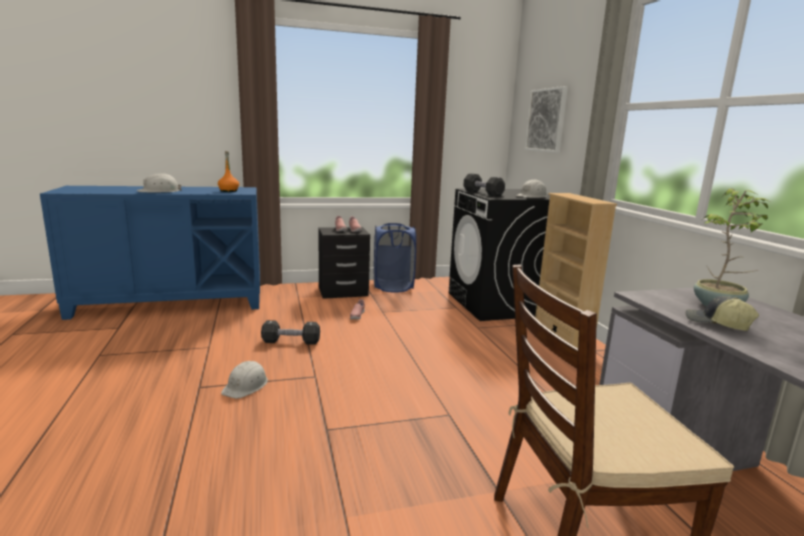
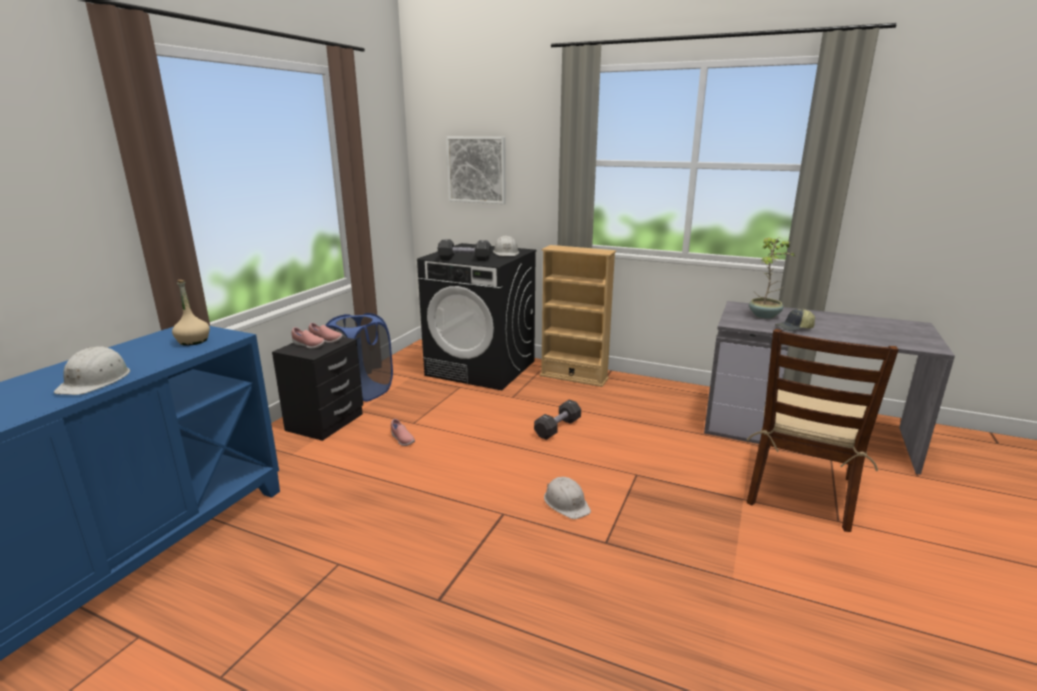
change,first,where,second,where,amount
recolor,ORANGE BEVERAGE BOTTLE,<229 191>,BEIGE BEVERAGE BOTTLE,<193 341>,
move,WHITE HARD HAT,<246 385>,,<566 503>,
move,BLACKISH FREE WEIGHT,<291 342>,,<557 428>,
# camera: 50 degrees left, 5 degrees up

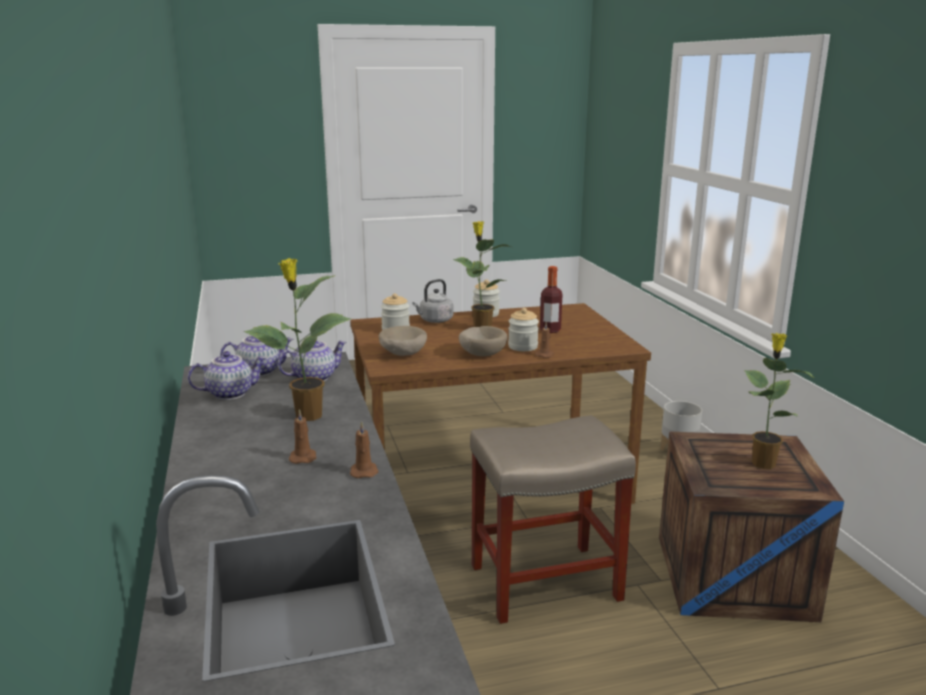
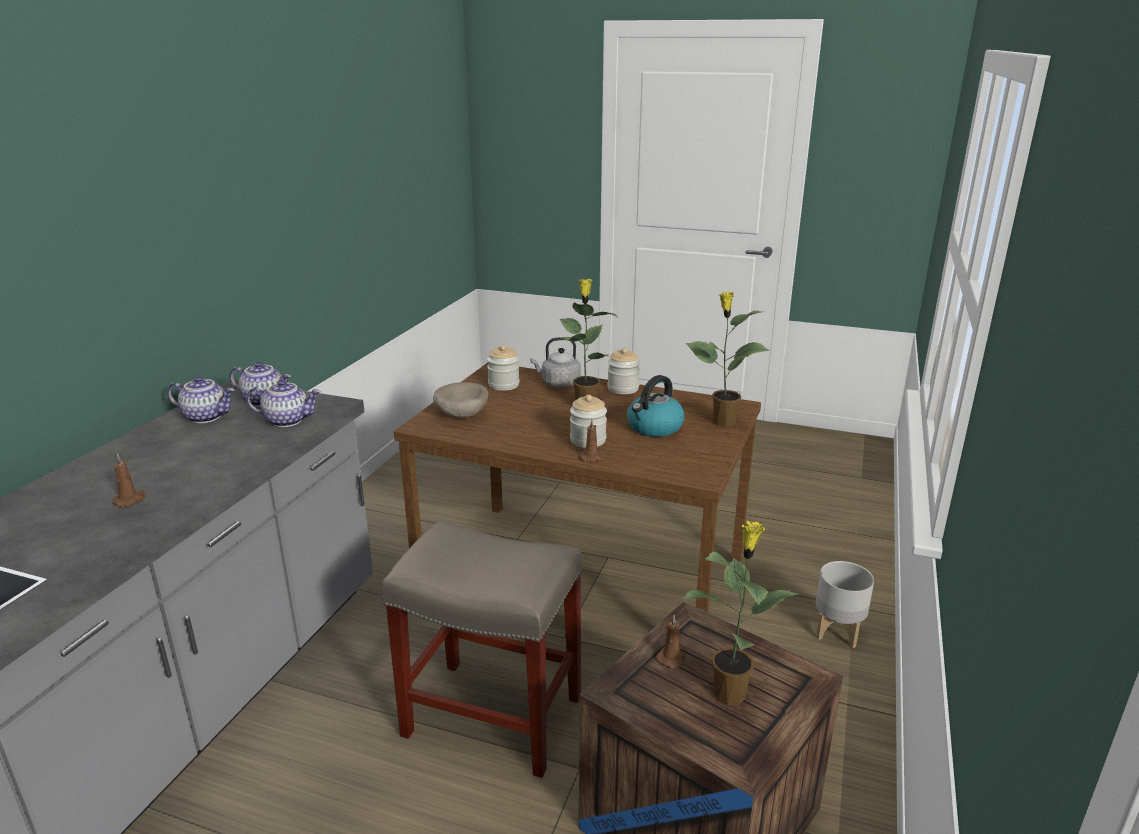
change,first,where,second,where,amount
move,PLANT IN A POT,<307 416>,,<722 422>,
move,BROWNISH CANDLE,<363 471>,,<671 657>,
delete,BEIGE DEEP DISH,<482 354>,,,
replace,BEVERAGE BOTTLE,<550 330>,TEA KETTLE,<654 427>,
# camera: 35 degrees right, 5 degrees up

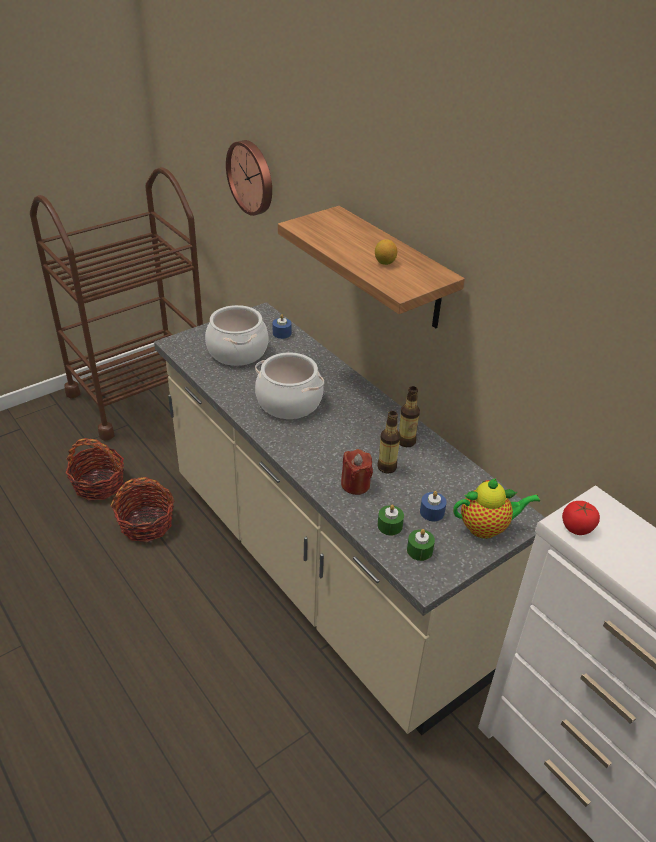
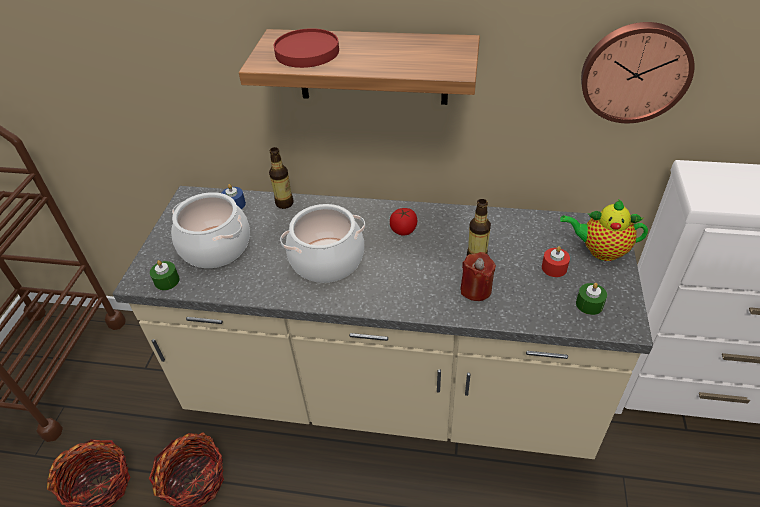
change,first,where,second,where,amount
move,CLOCK ON THE WALL,<252 177>,,<635 72>,
delete,LEMON,<384 262>,,,
move,GREEN CANDLE,<390 526>,,<167 281>,
move,BEVERAGE BOTTLE,<406 441>,,<284 203>,
recolor,BLUE CANDLE,<432 512>,REDDISH CANDLE,<554 268>,
rotate,TEAPOT,<487 527>,,<600 250>,120 degrees counterclockwise
move,TOMATO,<577 527>,,<403 230>,
insert,,,REDDISH FLAT DISH,<306 52>,
# camera: 40 degrees left, 5 degrees up

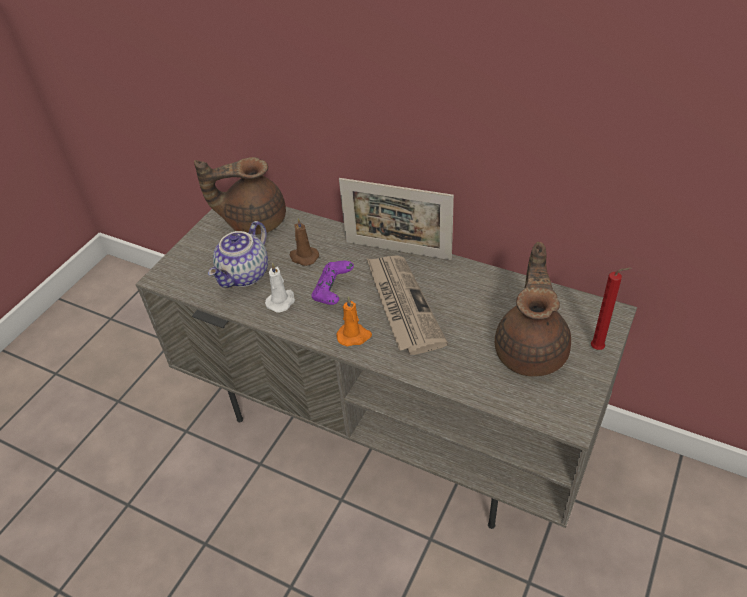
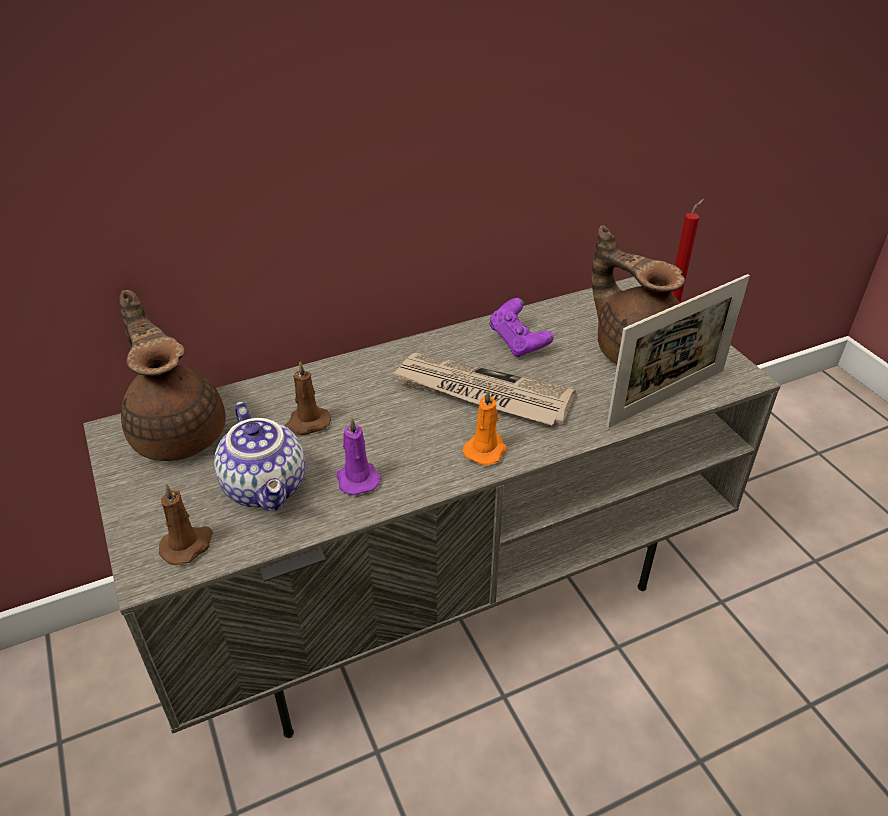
change,first,where,second,where,amount
rotate,BROWNISH TEAPOT,<253 221>,,<178 431>,120 degrees clockwise
recolor,WHITE CANDLE,<281 301>,PURPLE CANDLE,<357 478>,
move,PURPLE GAME CONTROLLER,<333 292>,,<518 343>,
move,PHOTO FRAME,<397 250>,,<666 397>,
insert,,,BROWNISH CANDLE,<188 545>,
# camera: 55 degrees left, 5 degrees down

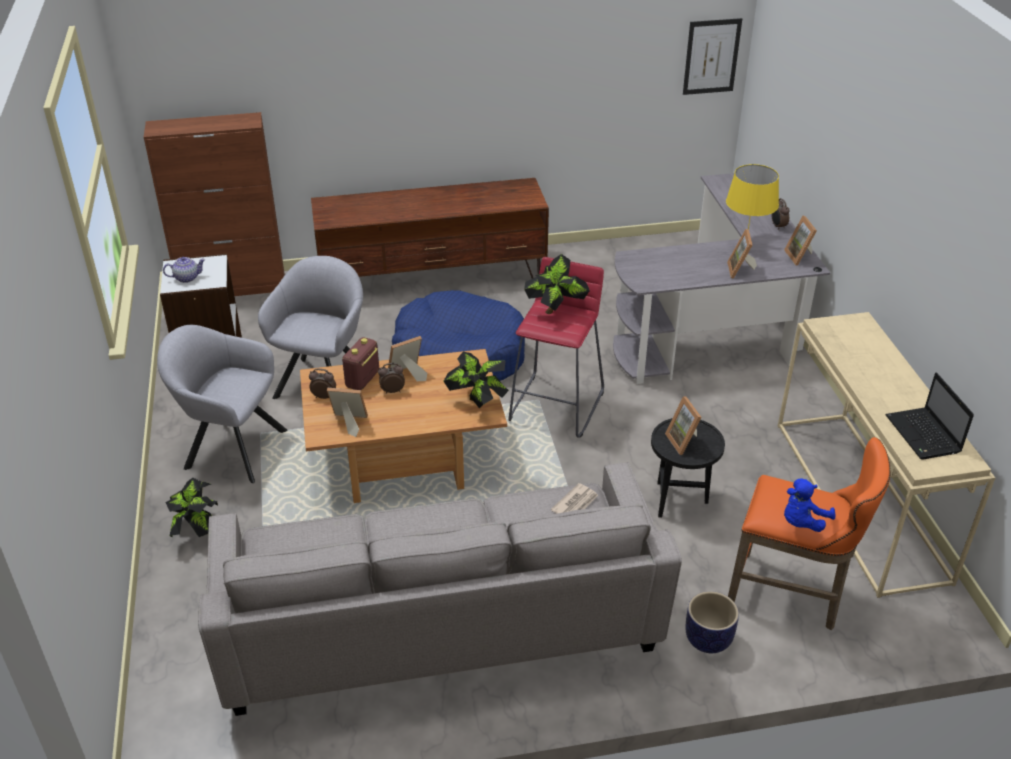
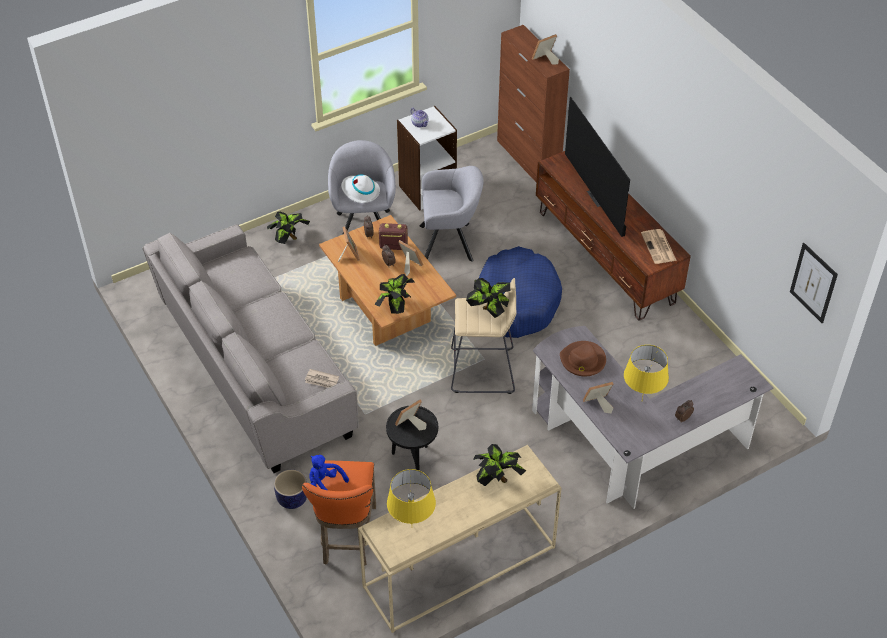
change,first,where,second,where,amount
recolor,REDDISH STOOL,<557 405>,BEIGE STOOL,<483 371>,
move,PHOTO FRAME,<800 257>,,<545 60>,
replace,LAPTOP,<924 435>,YELLOW-COLOURED LAMP FOR A TABLE,<412 528>,
insert,,,WHITE HAT,<360 191>,
insert,,,PLANT IN A POT,<497 479>,
insert,,,BROWNISH HAT,<583 361>,
insert,,,TV,<599 197>,
insert,,,PRINTED PAPER,<659 247>,
# camera: 70 degrees right, 10 degrees up

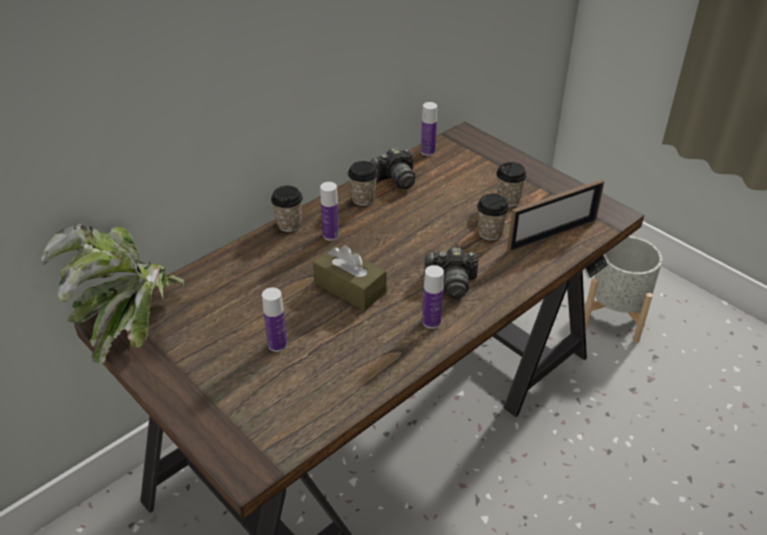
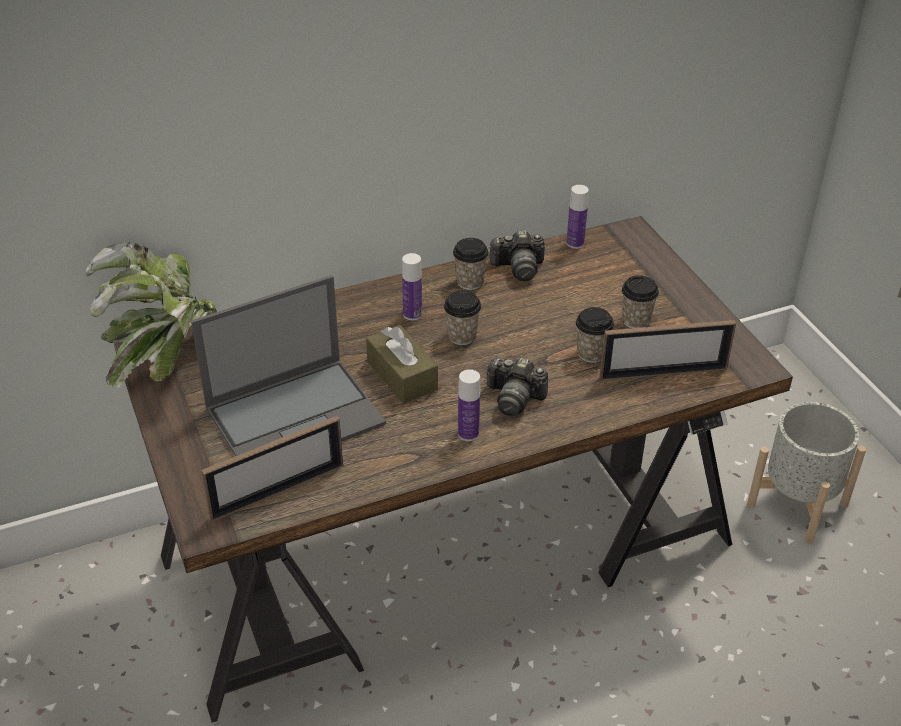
change,first,where,second,where,amount
replace,BEVERAGE BOTTLE,<277 345>,LAPTOP,<296 415>,
move,CUP,<289 225>,,<462 336>,
insert,,,PHOTO FRAME,<277 491>,
# camera: 20 degrees right, 0 degrees up

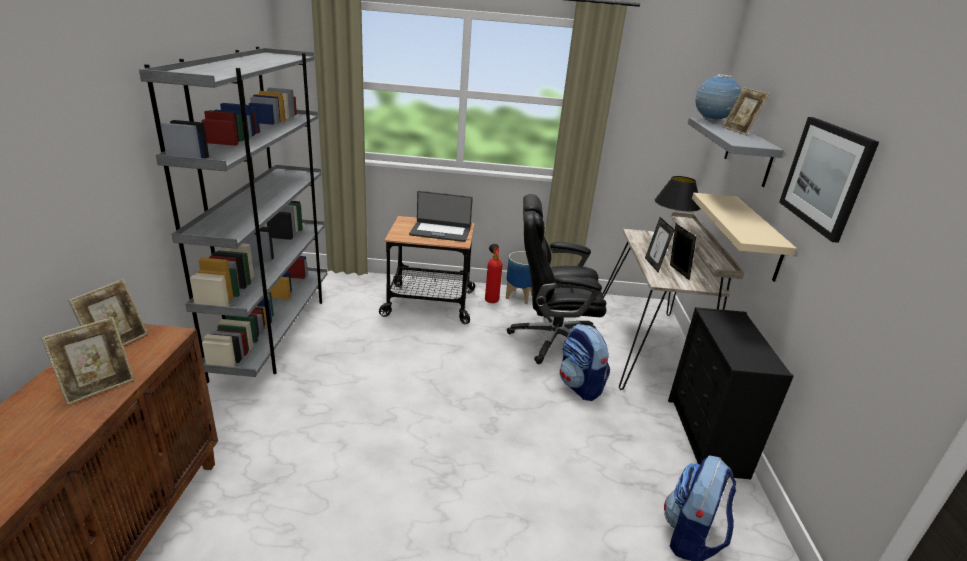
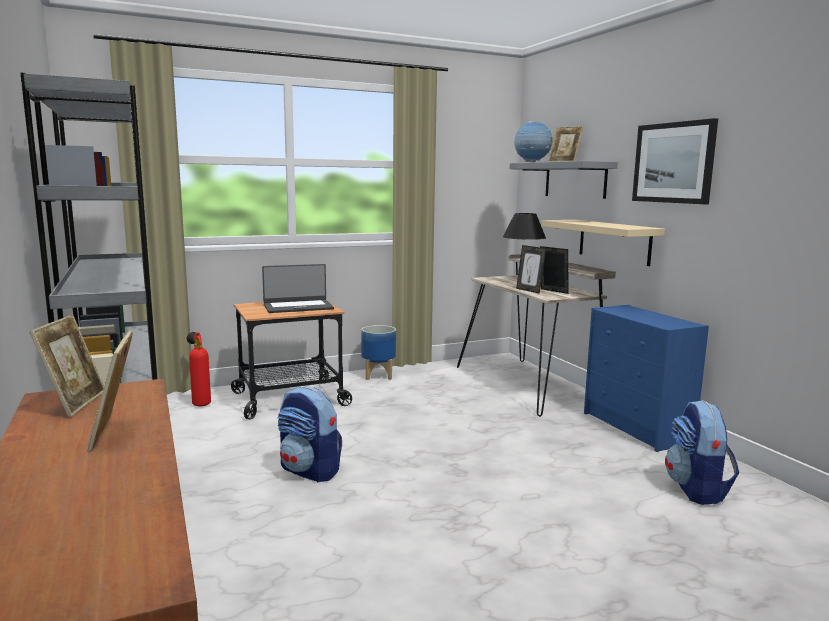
change,first,where,second,where,amount
rotate,PHOTO FRAME,<98 387>,,<115 433>,150 degrees clockwise
move,FIRE-FIGHTING CYLINDER,<491 299>,,<200 403>,
delete,BLACKISH DESK CHAIR,<551 339>,,,
move,BACKPACK,<580 386>,,<310 471>,
recolor,BLACKISH DRESSER,<706 438>,BLUE DRESSER,<637 428>,
# camera: 25 degrees left, 15 degrees down

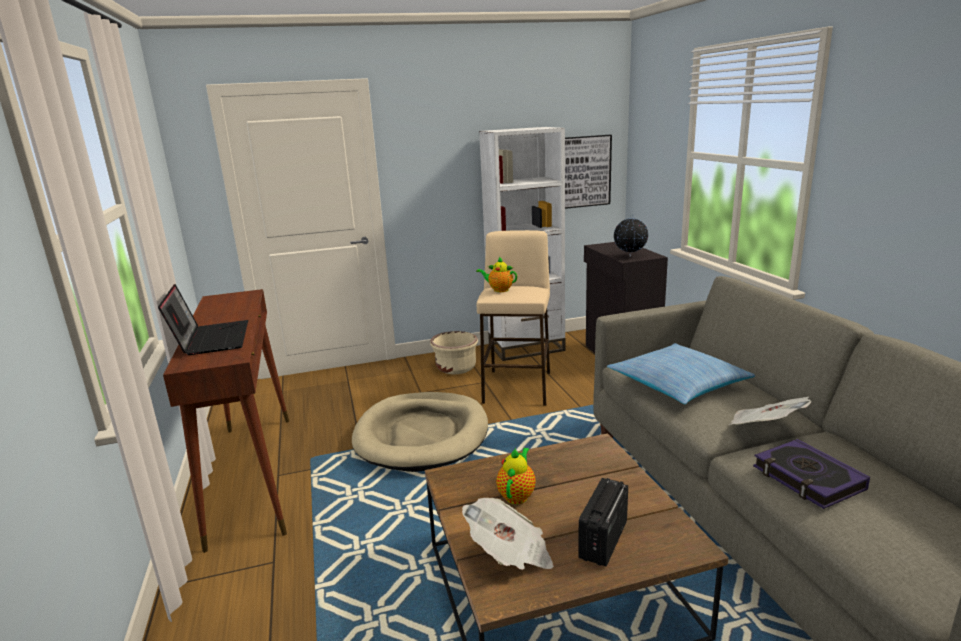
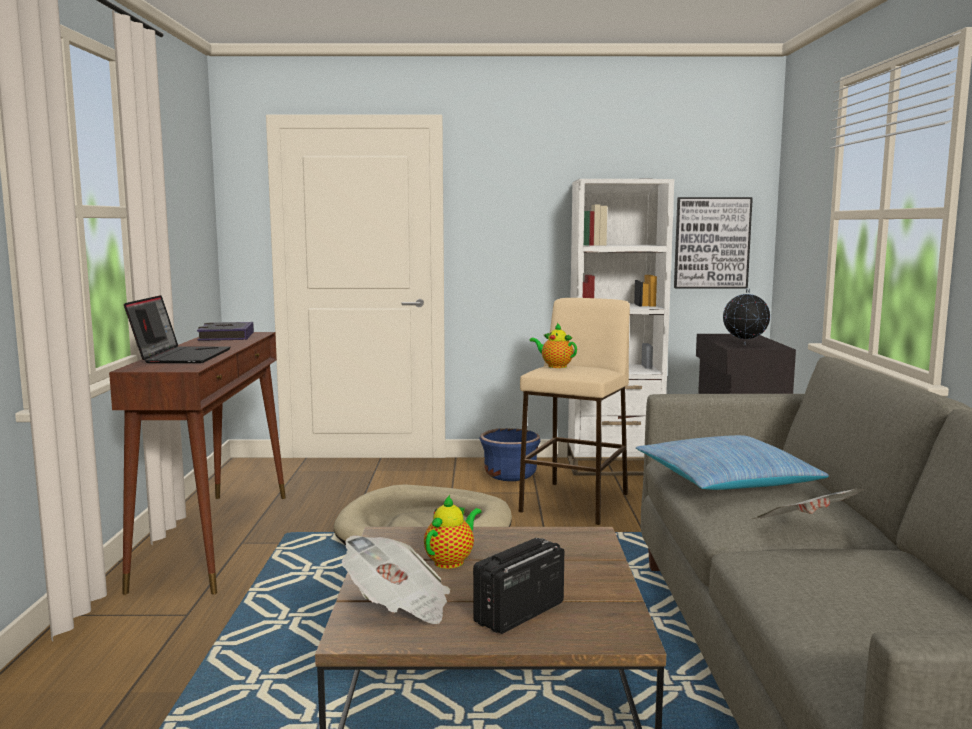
change,first,where,second,where,amount
recolor,BEIGE FLOWER POT,<456 368>,BLUE FLOWER POT,<510 475>,
move,BOOK,<807 478>,,<226 337>,
# camera: 15 degrees right, 10 degrees down

